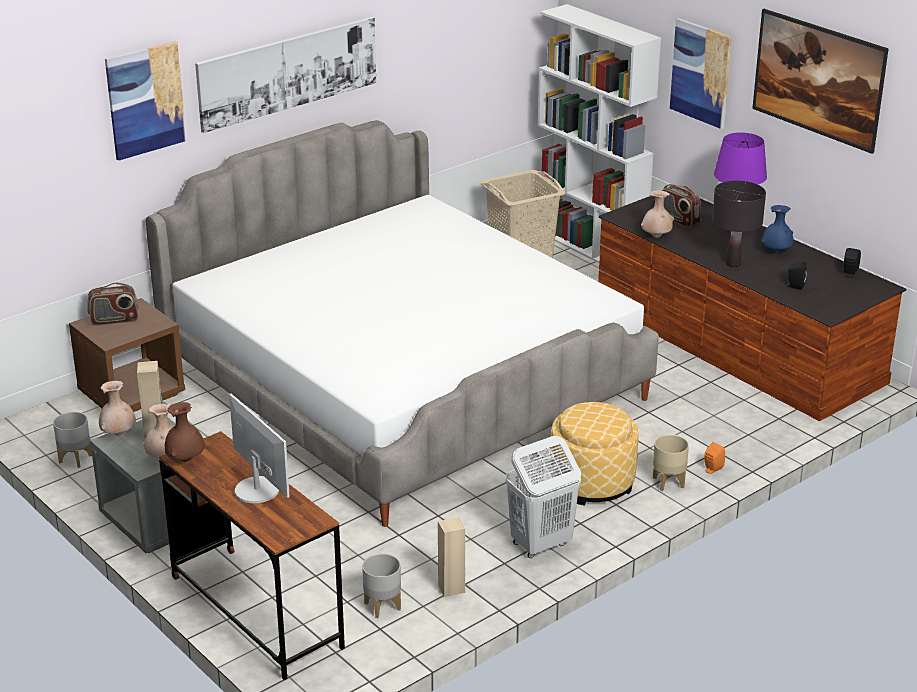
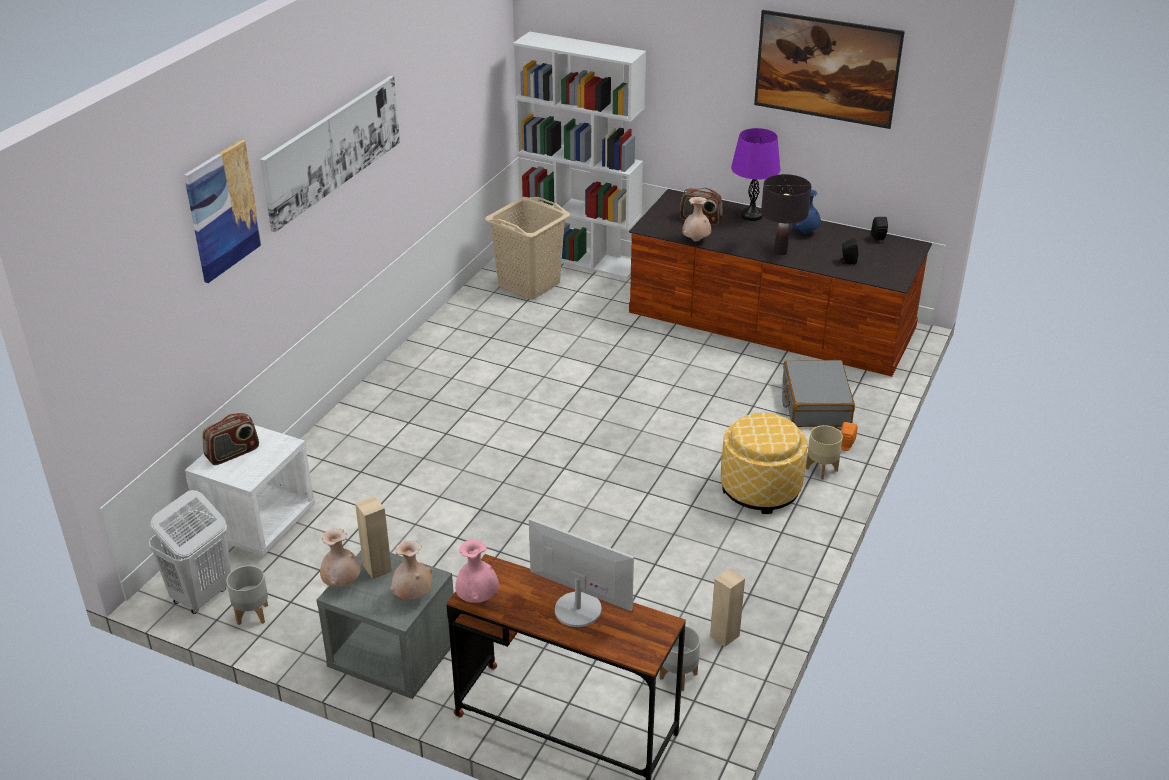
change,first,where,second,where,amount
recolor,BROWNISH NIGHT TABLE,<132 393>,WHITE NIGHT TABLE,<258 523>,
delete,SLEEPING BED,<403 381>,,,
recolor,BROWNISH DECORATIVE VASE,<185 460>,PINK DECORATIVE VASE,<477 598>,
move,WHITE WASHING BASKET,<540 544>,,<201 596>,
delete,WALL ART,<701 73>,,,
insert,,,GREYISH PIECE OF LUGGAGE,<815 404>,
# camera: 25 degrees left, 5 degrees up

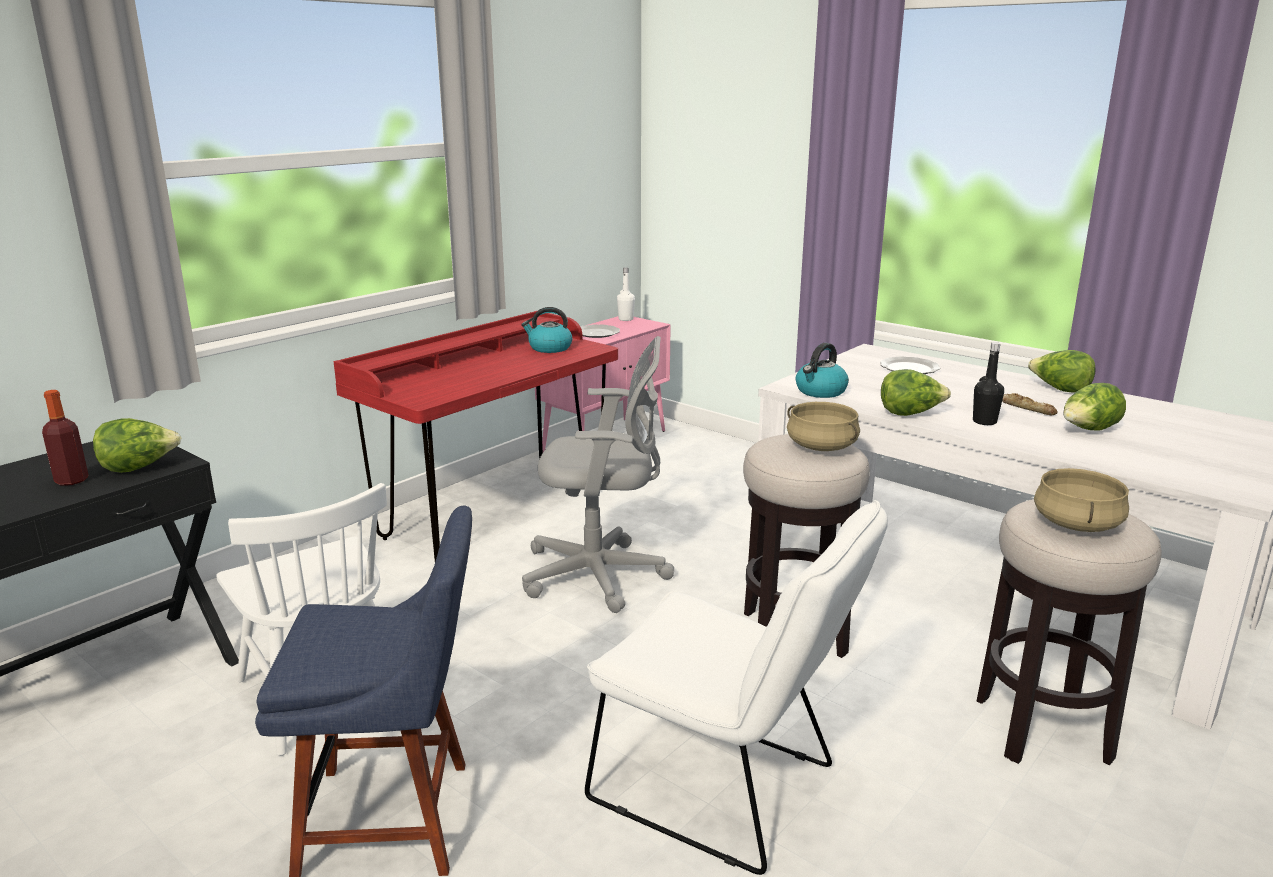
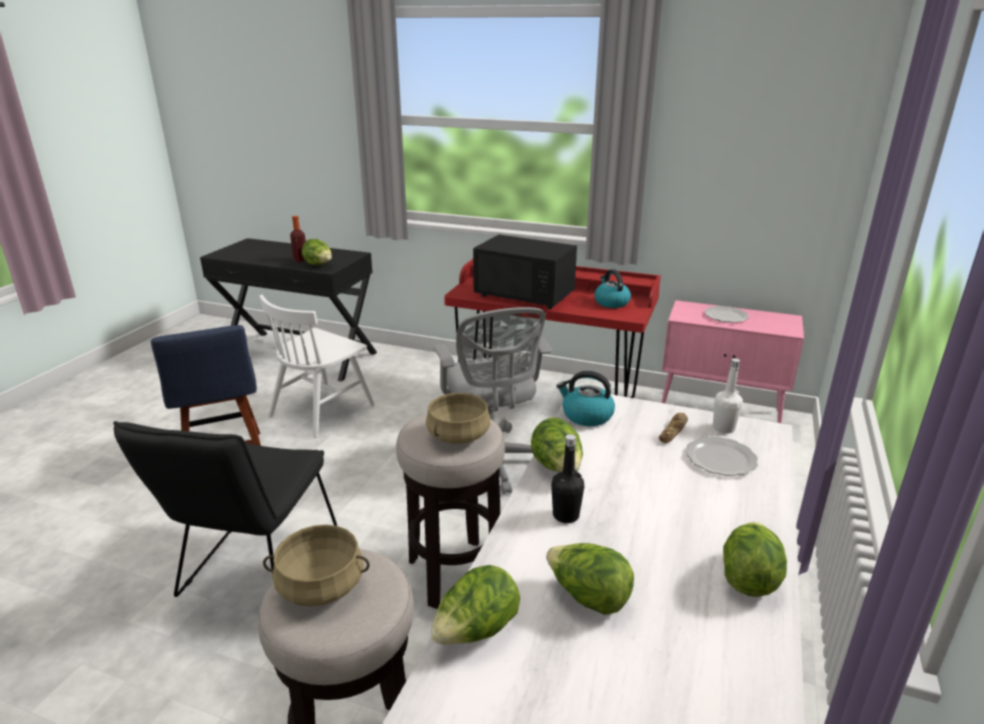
change,first,where,second,where,amount
recolor,WHITE UPRIGHT CHAIR,<727 790>,BLACKISH UPRIGHT CHAIR,<254 569>,
move,WHITE BEVERAGE BOTTLE,<625 319>,,<723 428>,
move,BREAD,<1028 408>,,<673 431>,
insert,,,HEAD OF LETTUCE,<476 632>,
insert,,,BLACKISH MICROWAVE,<524 295>,
# camera: 70 degrees right, 5 degrees up

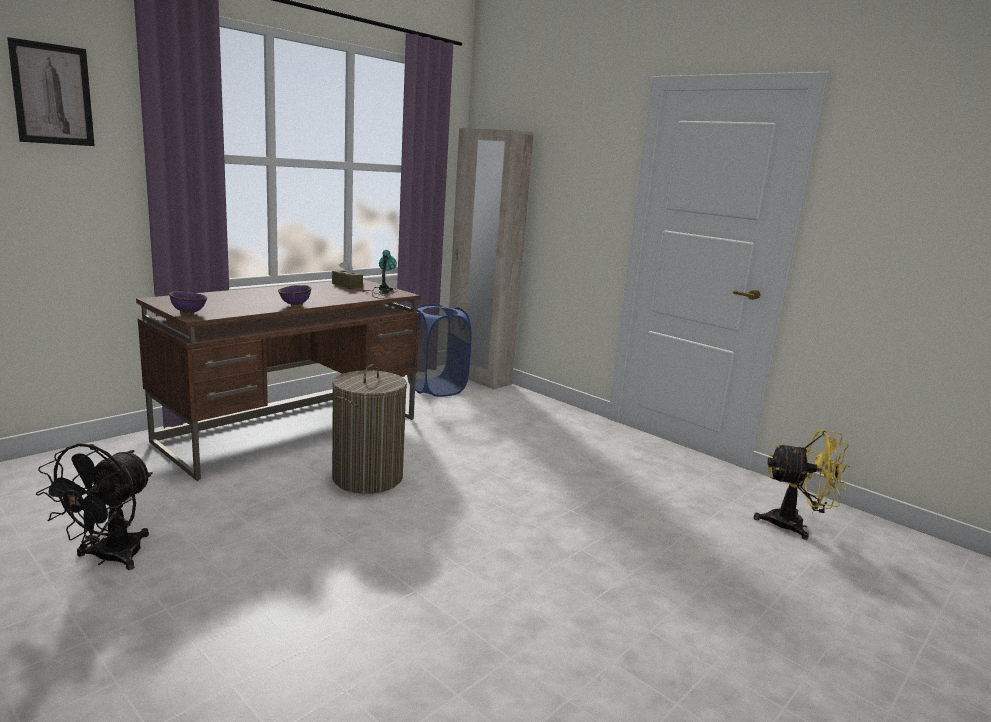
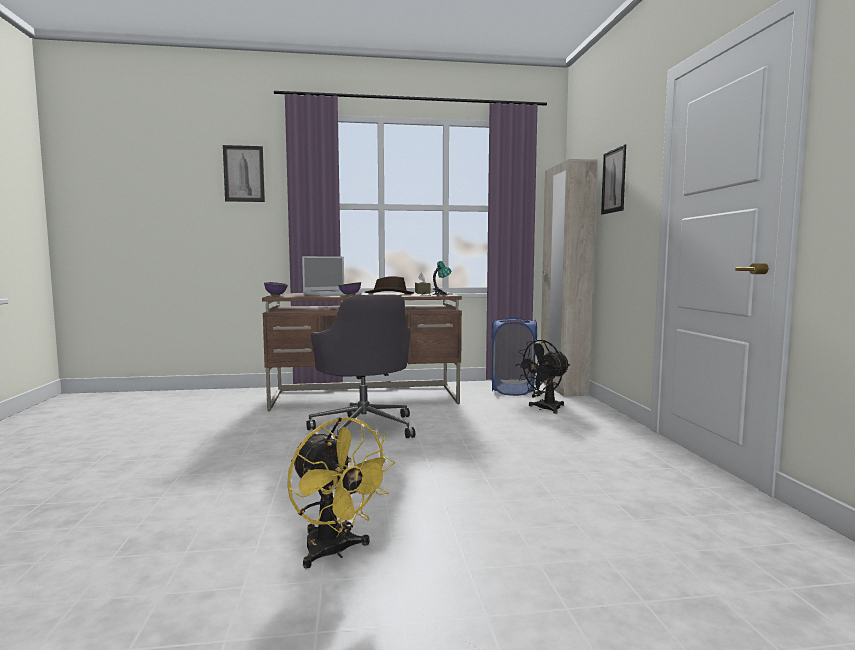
change,first,where,second,where,amount
move,BLACKISH ELECTRIC FAN,<109 558>,,<544 409>,
replace,WASHING BASKET,<367 478>,GREYISH DESK CHAIR,<364 427>,
move,YELLOW-COLOURED ELECTRIC FAN,<795 525>,,<335 552>,
insert,,,LAPTOP,<332 294>,
insert,,,BROWNISH HAT,<389 293>,
insert,,,WALL ART,<614 181>,
# camera: 40 degrees right, 10 degrees down

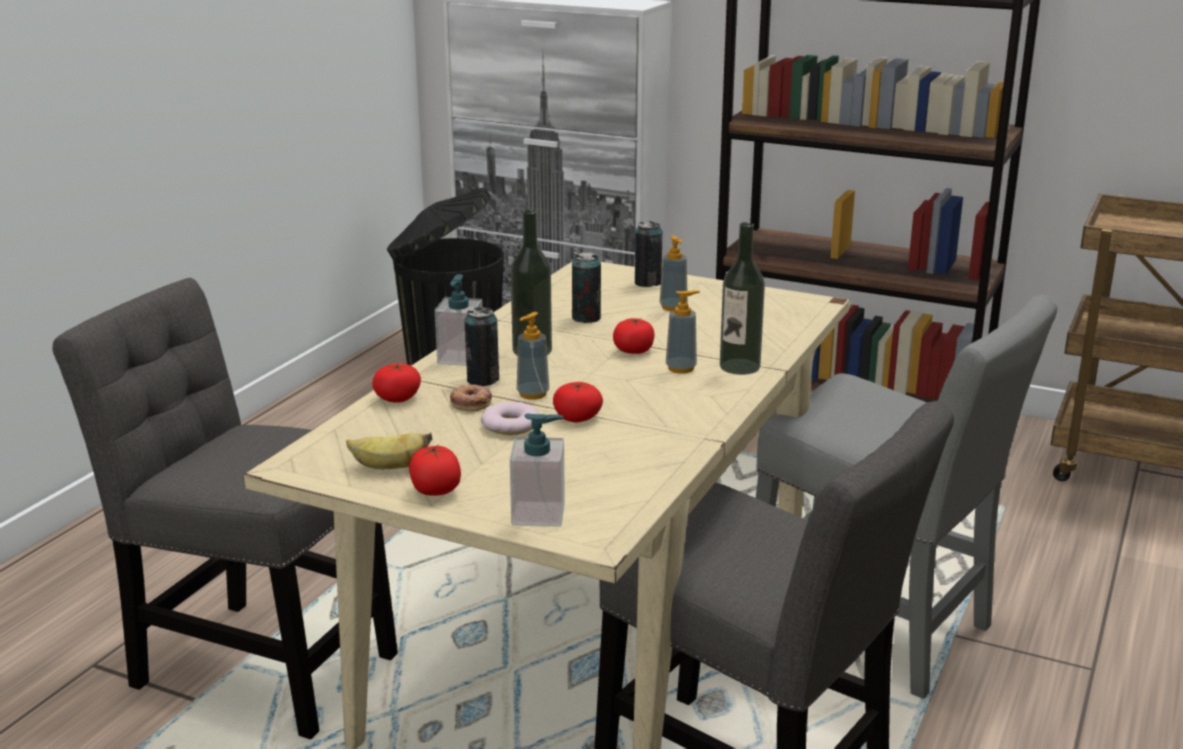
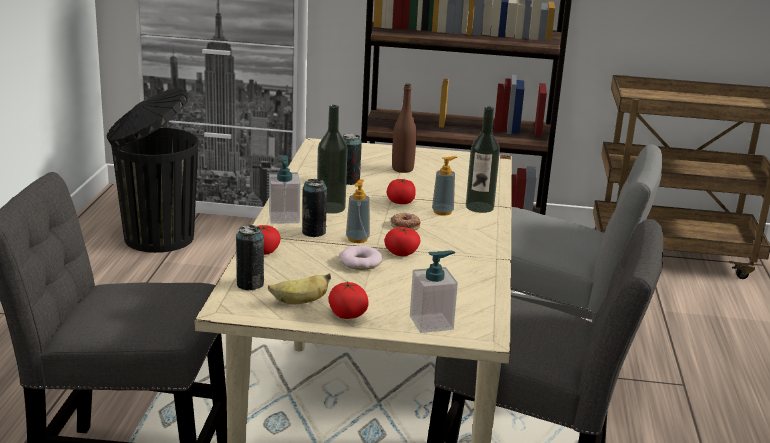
change,first,where,second,where,amount
move,DOUGHNUT,<471 402>,,<405 225>,
move,SEALED CAN,<648 283>,,<250 284>,
replace,LIQUID SOAP BOTTLE,<673 307>,BROWNISH BEVERAGE BOTTLE,<402 169>,
# camera: 20 degrees left, 0 degrees up

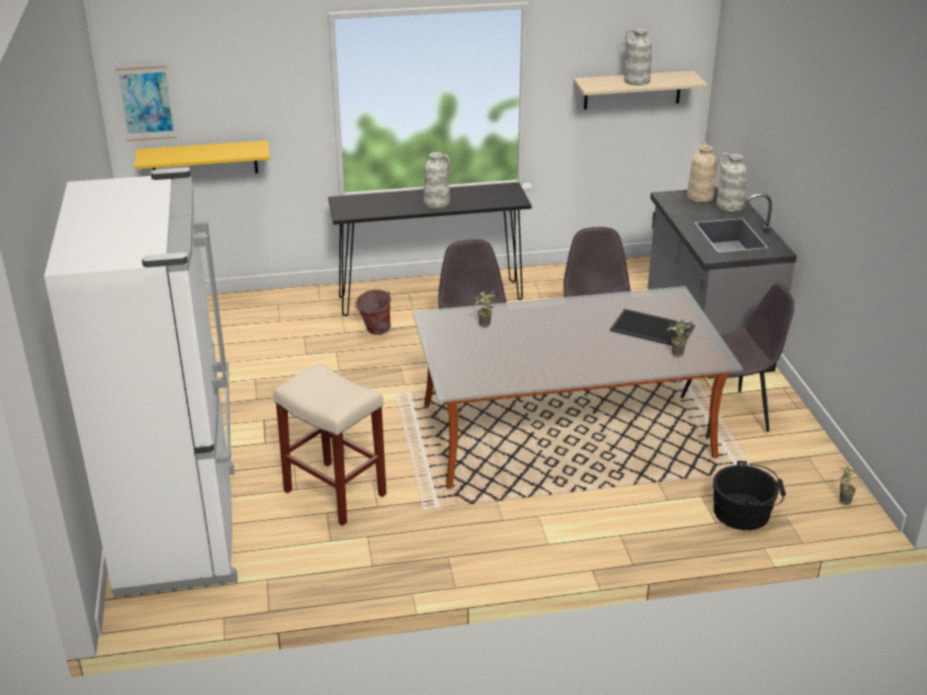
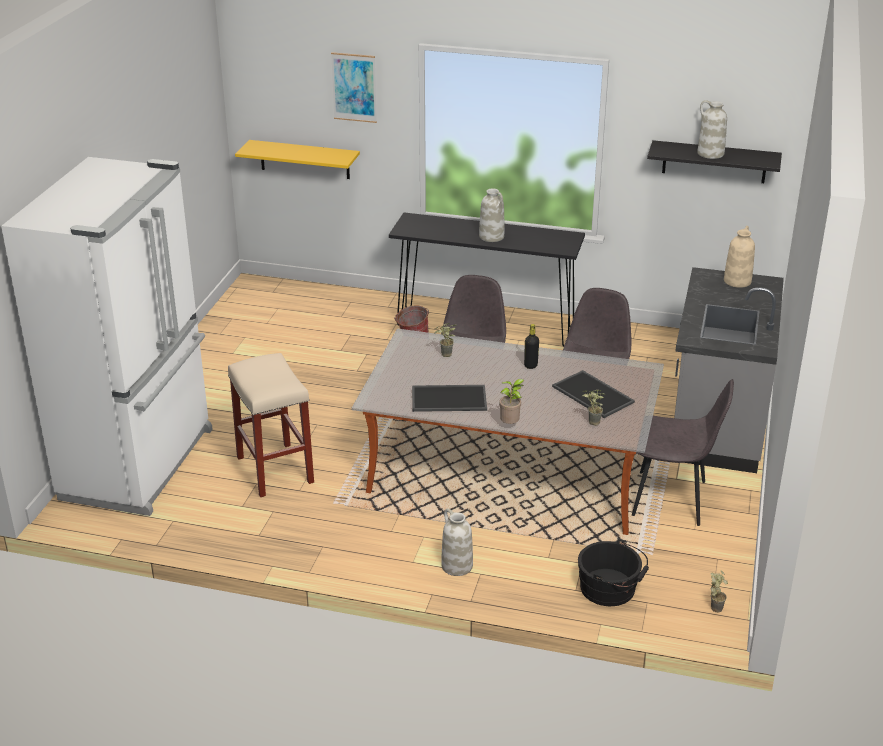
change,first,where,second,where,amount
move,WALL ART,<146 103>,,<354 87>,
recolor,BEIGE SHELF,<632 90>,BLACKISH SHELF,<714 162>,
move,WHITE DECORATIVE VASE,<729 206>,,<456 566>,
insert,,,CARRYING TRAY,<449 398>,
insert,,,PLANT IN A POT,<510 425>,
insert,,,BLACKISH BEVERAGE BOTTLE,<530 365>,
# camera: 25 degrees right, 0 degrees up

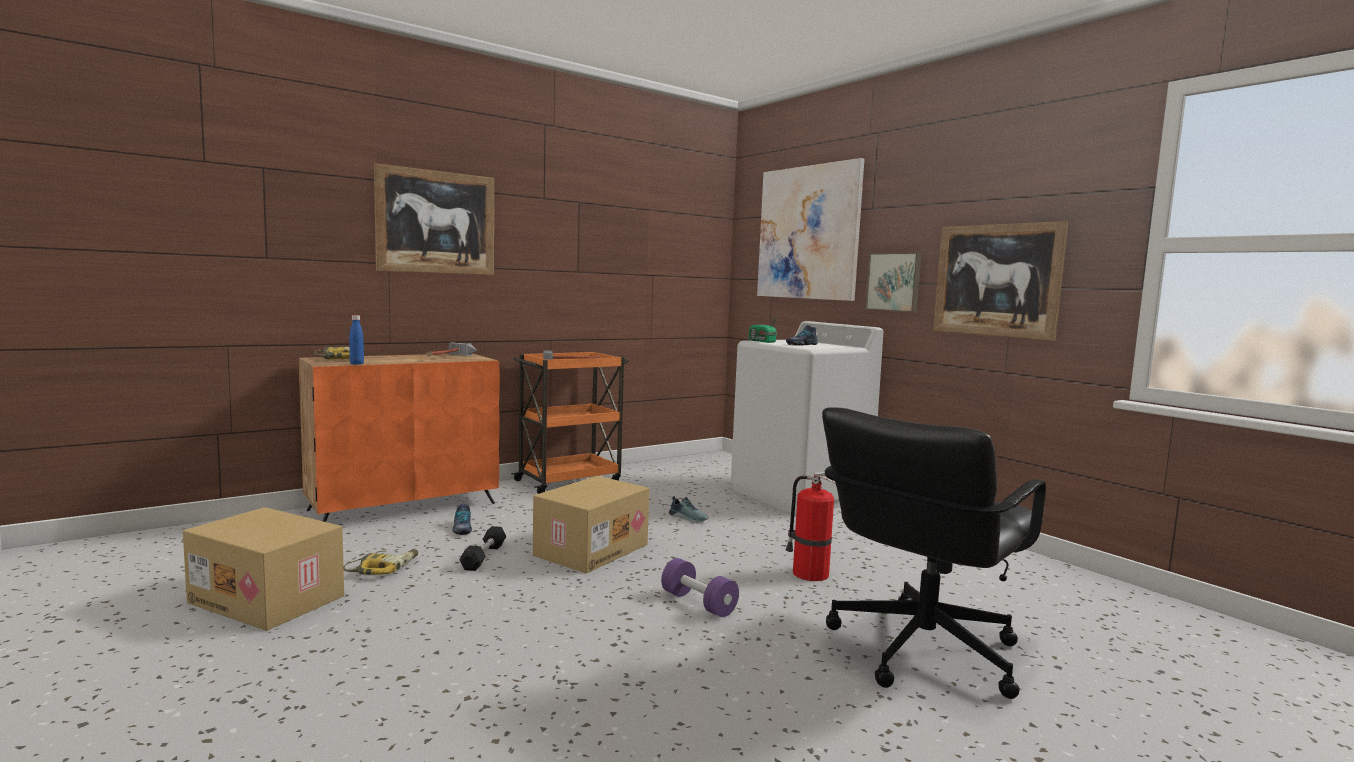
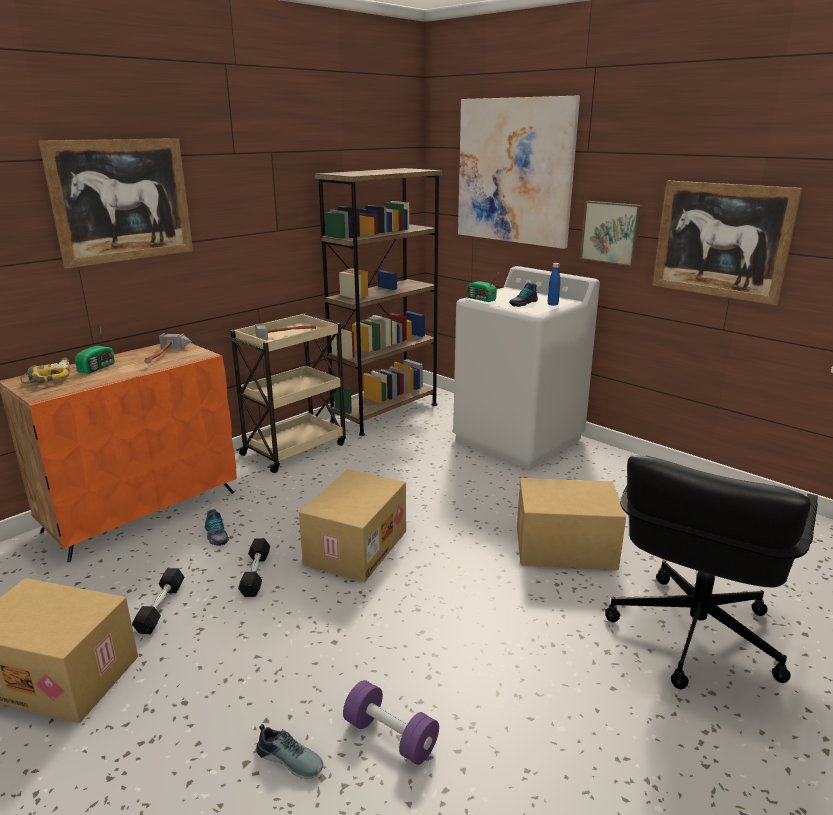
change,first,where,second,where,amount
replace,DRILL,<383 568>,BLACKISH FREE WEIGHT,<161 607>,
move,BLUE BEVERAGE BOTTLE,<356 364>,,<552 304>,
recolor,ORANGE TROLLEY,<569 481>,BEIGE TROLLEY,<295 448>,
move,PURPLE FREE WEIGHT,<698 603>,,<390 736>,
move,LOW SHOE,<689 518>,,<291 758>,
replace,FIRE-FIGHTING CYLINDER,<808 573>,CARTON,<564 548>,
insert,,,RADIO SET,<98 367>,
insert,,,BROWNISH BOOKSHELF,<385 413>,
# camera: 10 degrees left, 15 degrees up

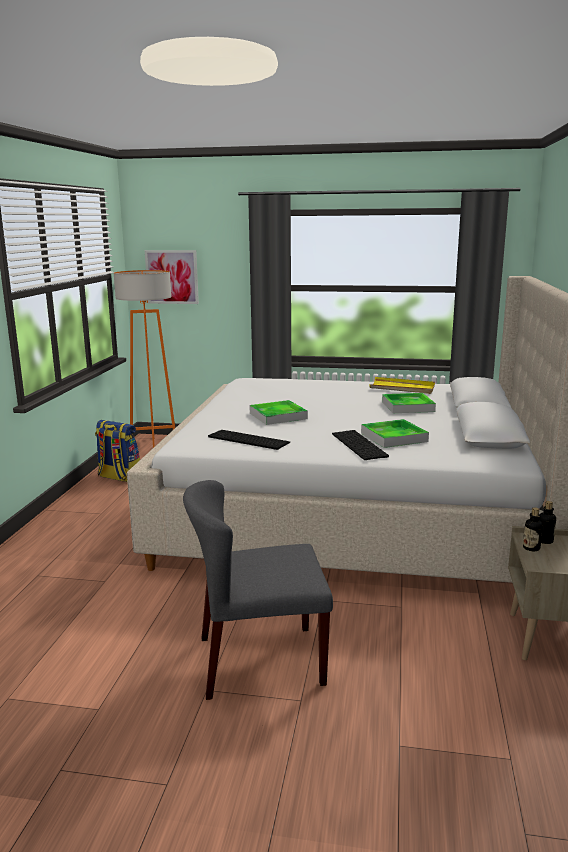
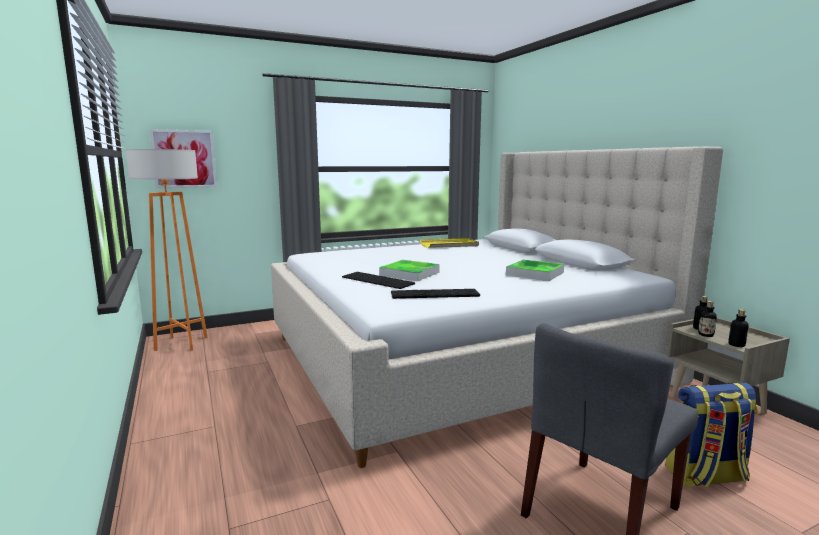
change,first,where,second,where,amount
move,BACKPACK,<118 477>,,<706 476>,
move,COMPUTER KEYBOARD,<360 445>,,<379 280>,
delete,CARRYING TRAY,<408 406>,,,
insert,,,BEVERAGE BOTTLE,<736 345>,
# camera: 35 degrees left, 5 degrees down

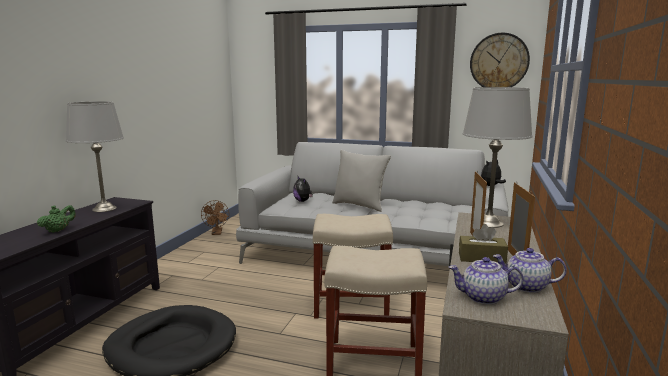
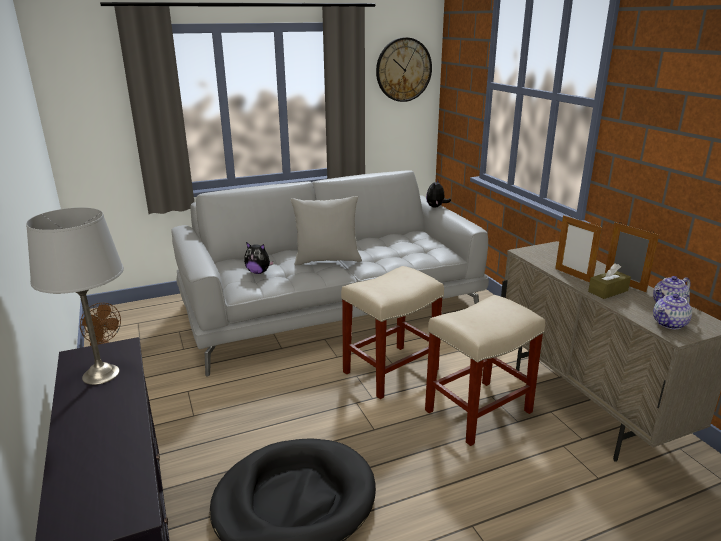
change,first,where,second,where,amount
delete,GREEN TEAPOT,<58 230>,,,
delete,GREYISH LAMP FOR A TABLE,<489 223>,,,
# camera: 40 degrees left, 10 degrees up

